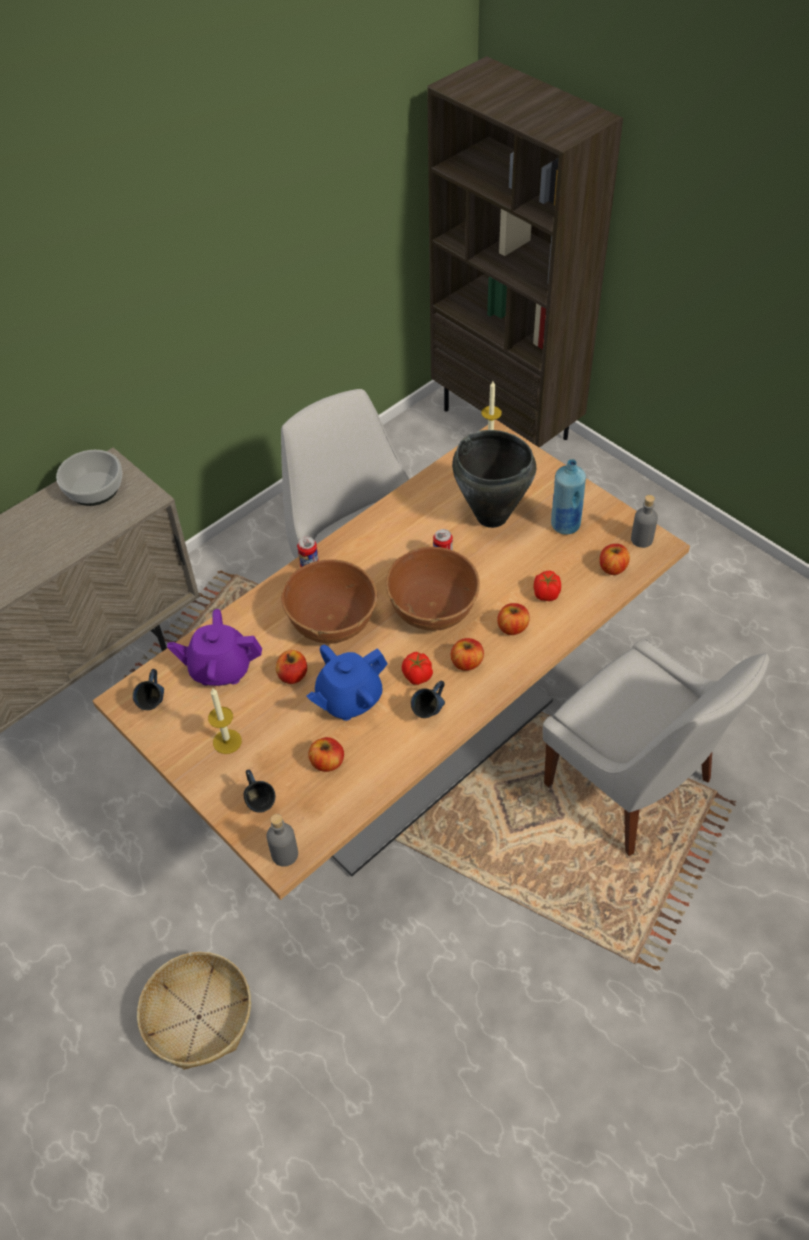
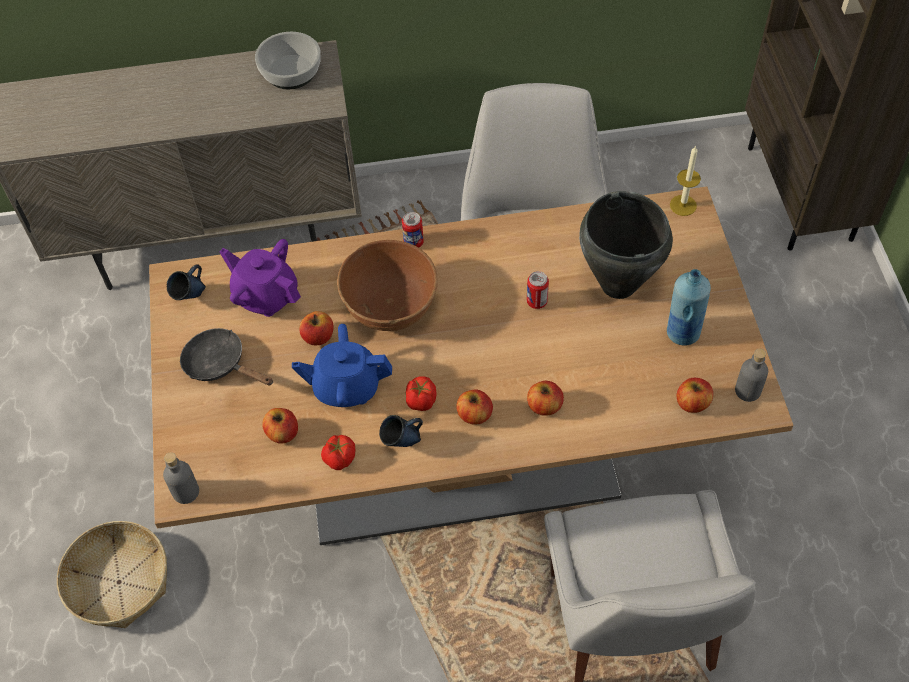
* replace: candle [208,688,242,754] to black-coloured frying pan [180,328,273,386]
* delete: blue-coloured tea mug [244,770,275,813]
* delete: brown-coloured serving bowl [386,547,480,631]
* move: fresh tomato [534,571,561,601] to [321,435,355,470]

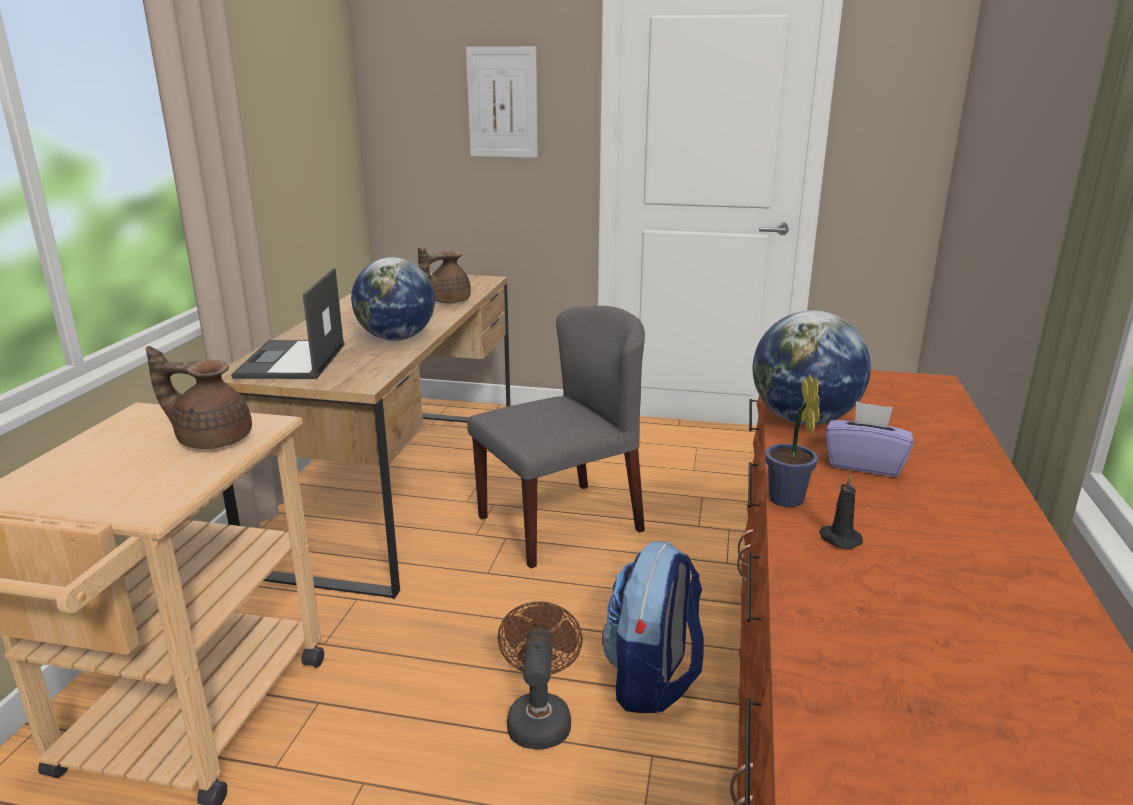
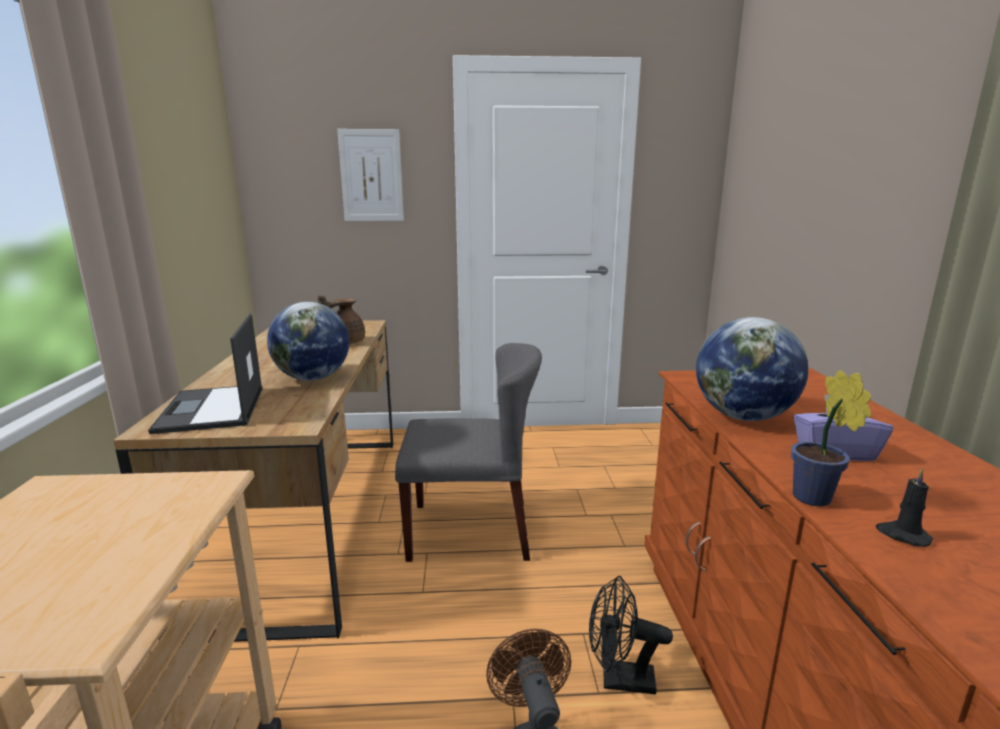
* delete: brown-coloured teapot [146,346,252,449]
* rotate: gray chair [467,306,645,569] = [395,343,542,562] 45 degrees clockwise
* replace: backpack [602,542,704,713] to black-coloured fan [589,576,673,695]

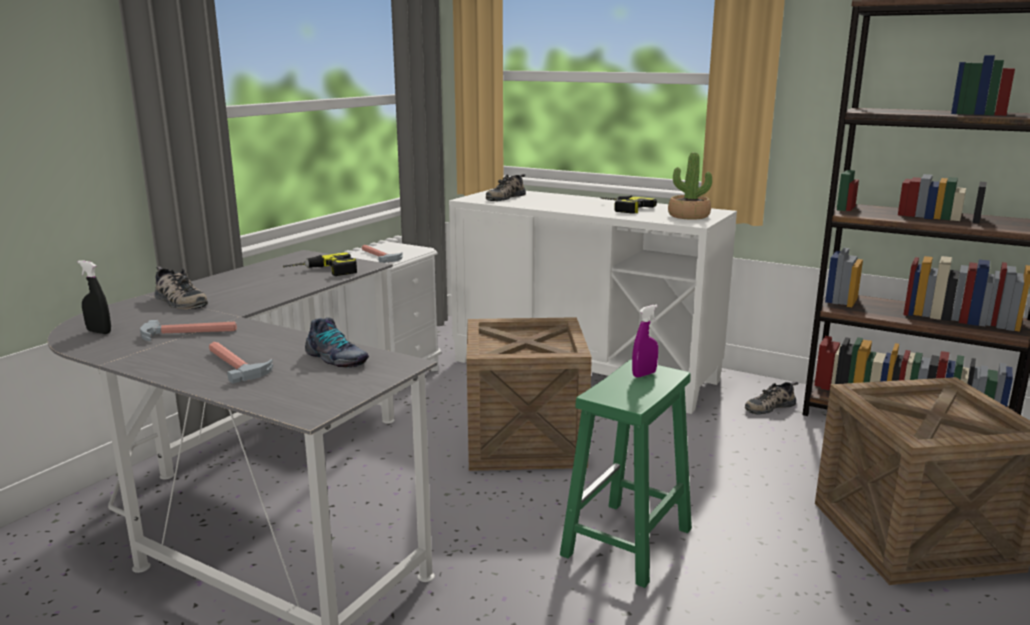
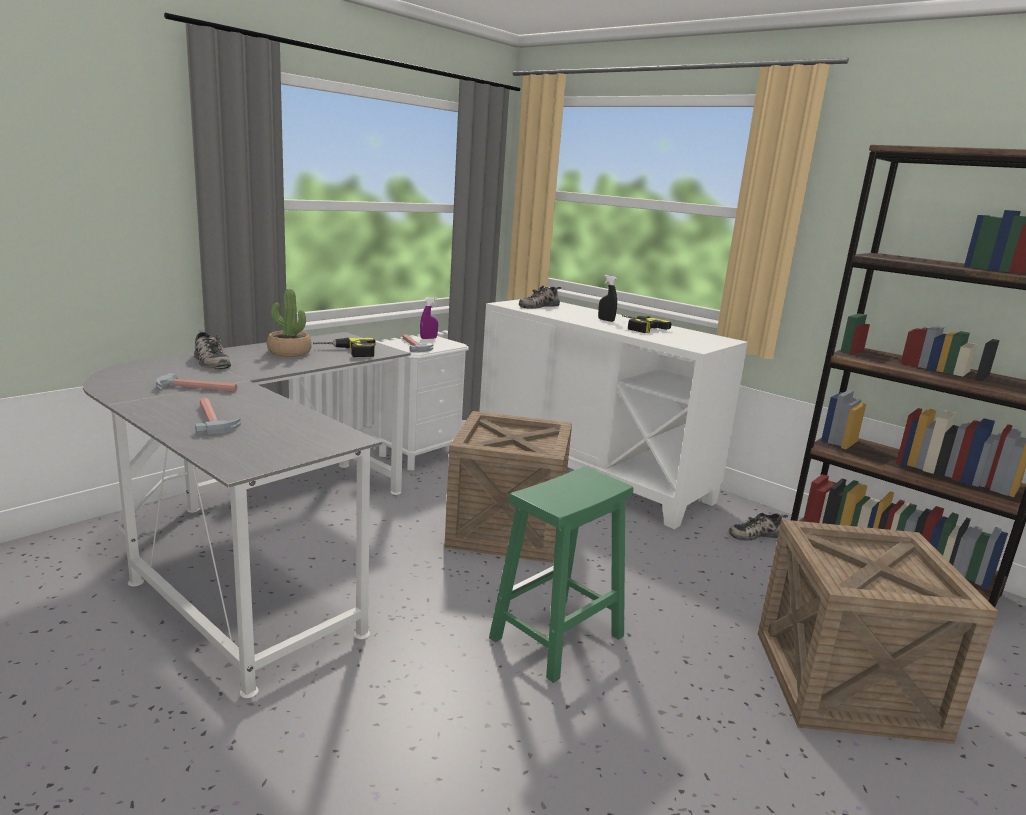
* move: black-coloured hand sprayer [78,260,111,334] to [598,275,617,322]
* delete: item of footwear [305,318,369,368]
* move: purple hand sprayer [632,305,658,377] to [420,297,438,339]
* move: houseplant [668,152,712,220] to [267,289,312,357]

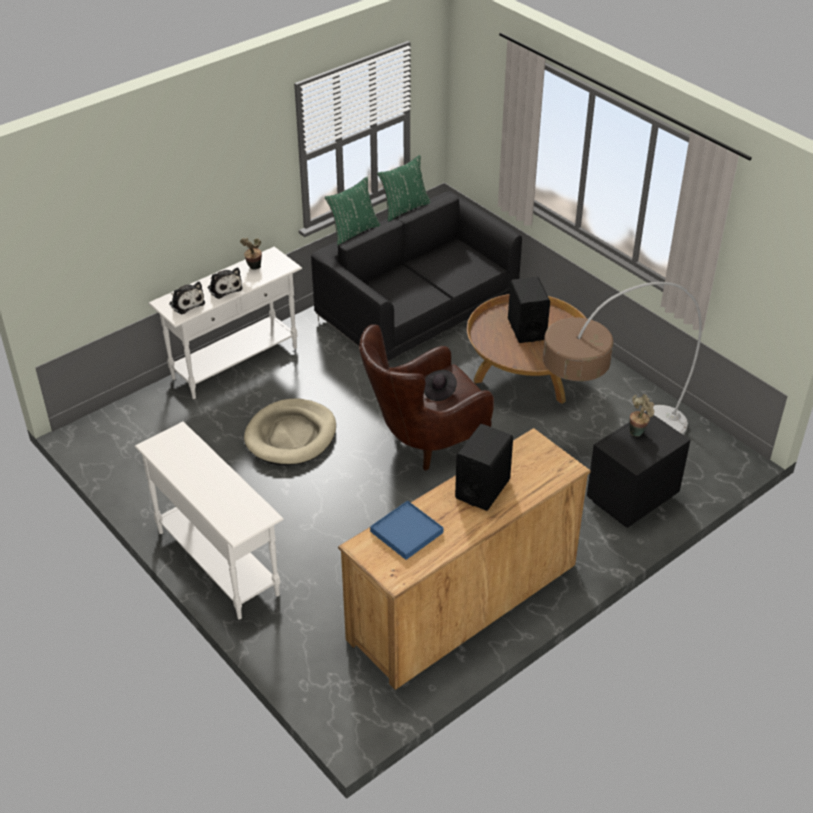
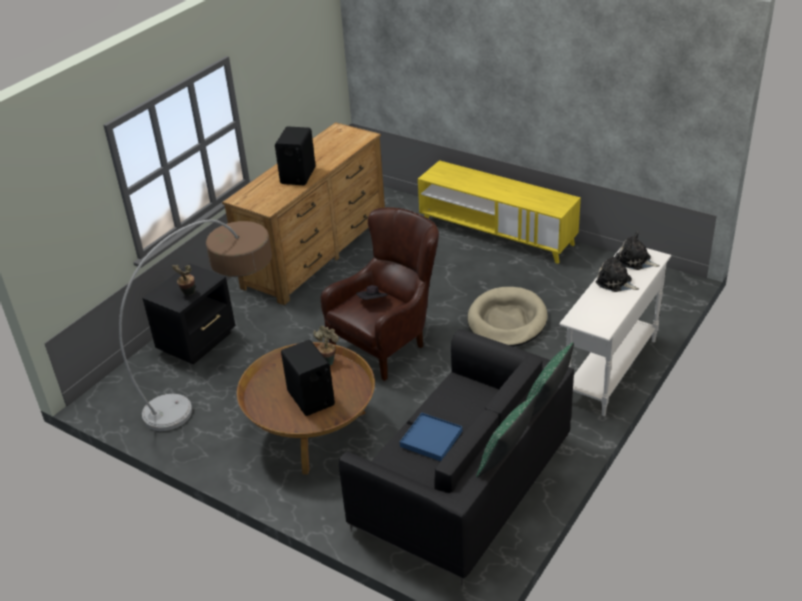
* replace: whitish hall table [135,421,284,620] to yellowish tv stand [418,160,581,264]
* move: houseplant [240,238,262,270] to [313,326,339,365]
* move: blue-coloured tray [370,500,443,560] to [400,413,462,461]

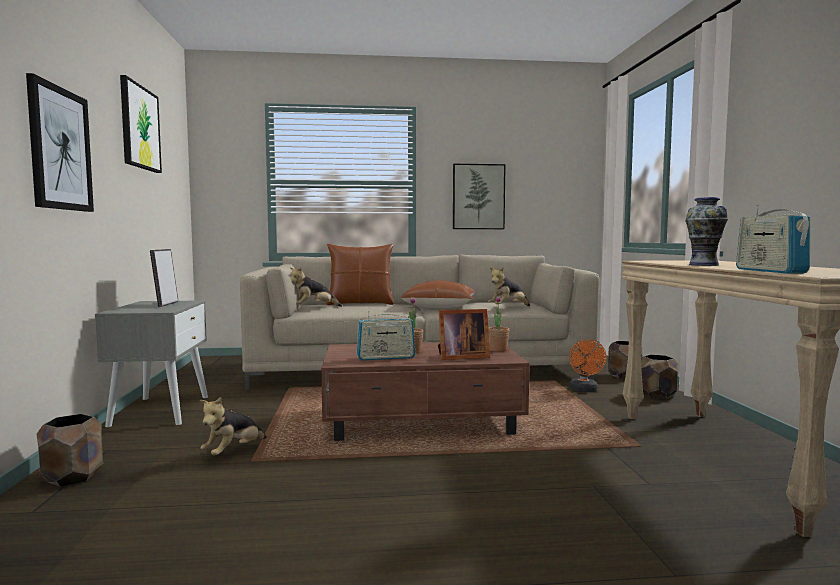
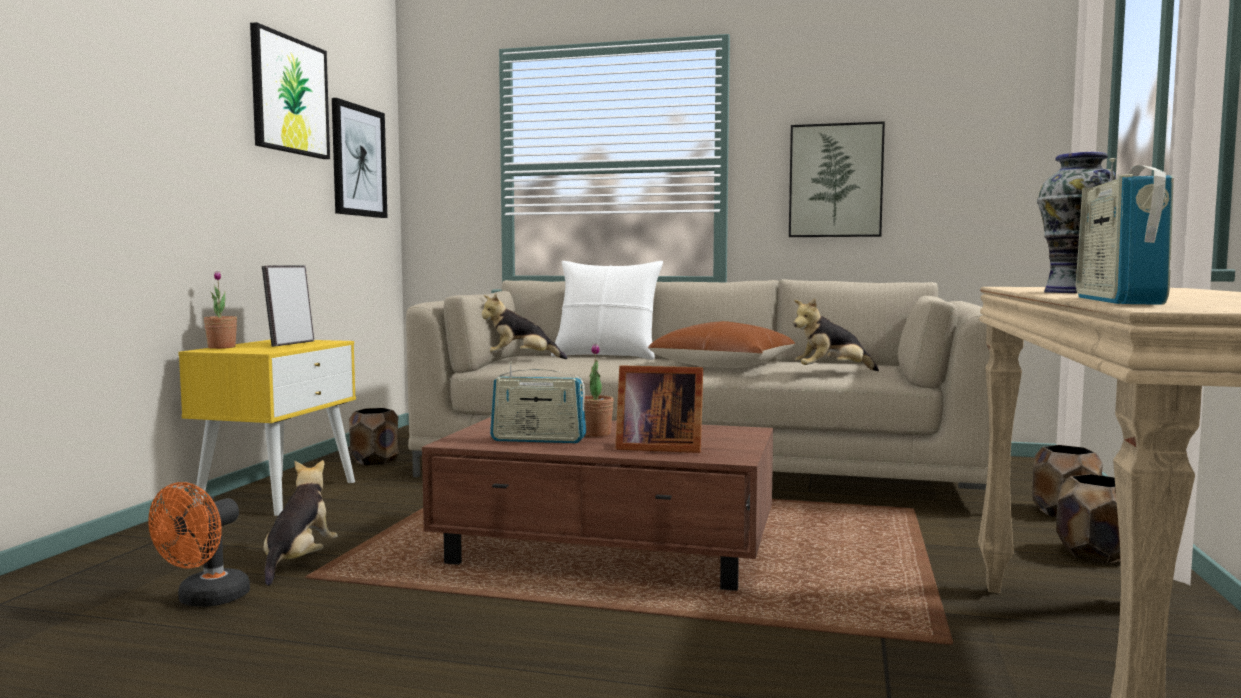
* move: picture [26,73,94,212] to [332,98,387,218]
* move: brown-coloured plant pot [36,414,103,487] to [349,408,399,465]
* recolor: gray nightstand [95,300,208,427] to yellowish nightstand [178,340,356,516]
* rotate: soft toy [200,397,267,456] = [264,460,338,586] 135 degrees clockwise
* recolor: brown-coloured cushion [326,244,394,305] to whitish cushion [551,261,663,360]
* move: houseplant [489,296,510,352] to [204,271,237,349]
* move: orangey fan [569,339,607,392] to [148,482,250,607]

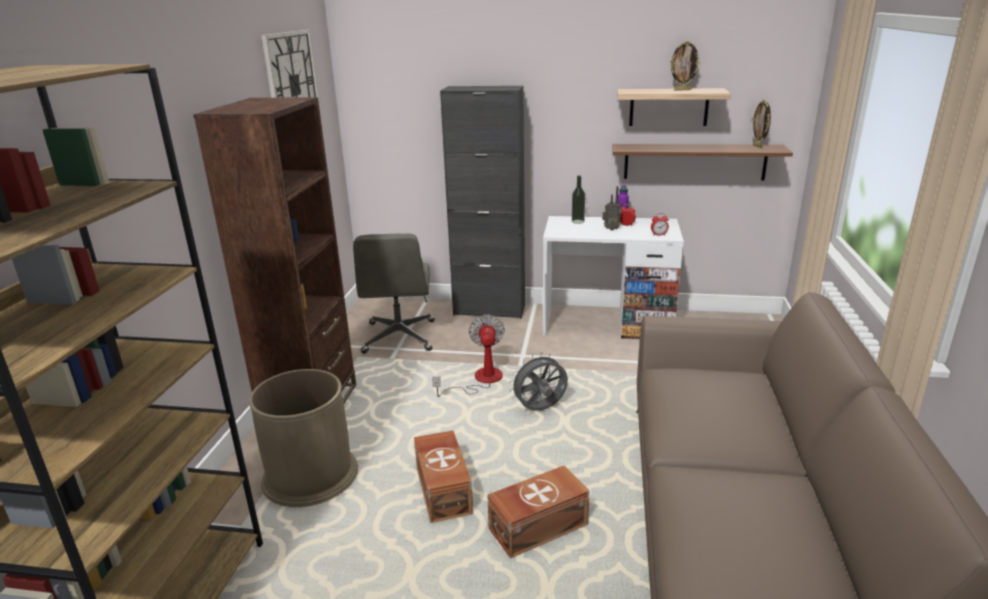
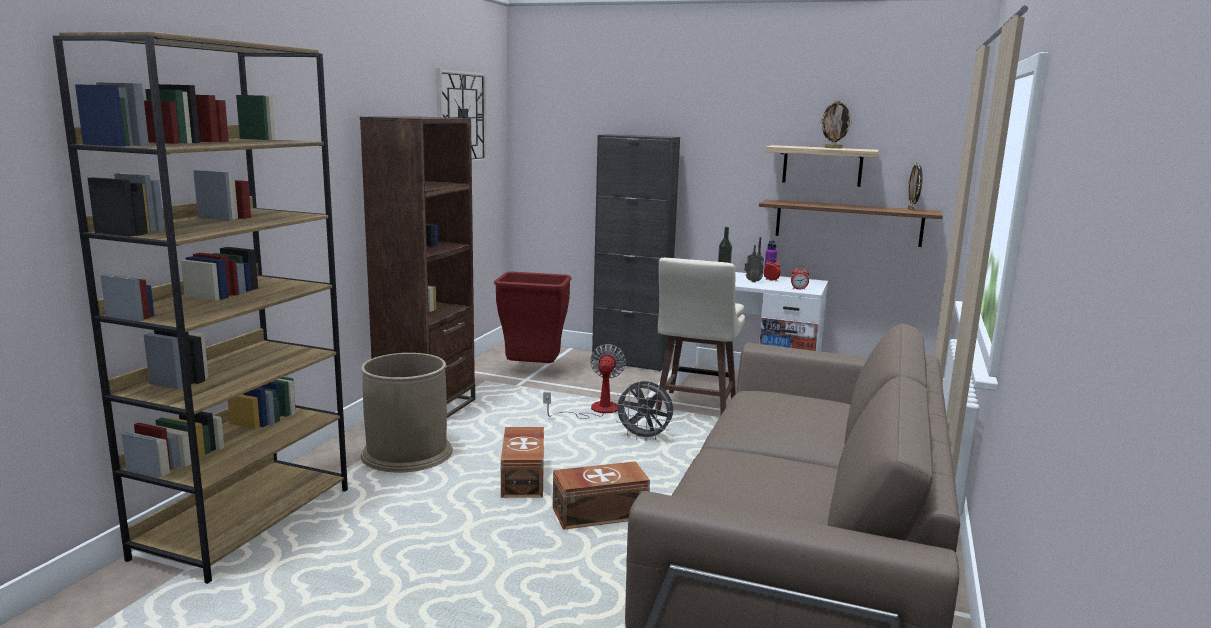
* replace: gray computer chair [353,234,435,354] to red-coloured trash can [494,272,572,363]
* rotate: gray fan [509,352,568,411] = [613,381,674,440] 150 degrees counterclockwise
* insert: beige-coloured stool [655,258,745,414]

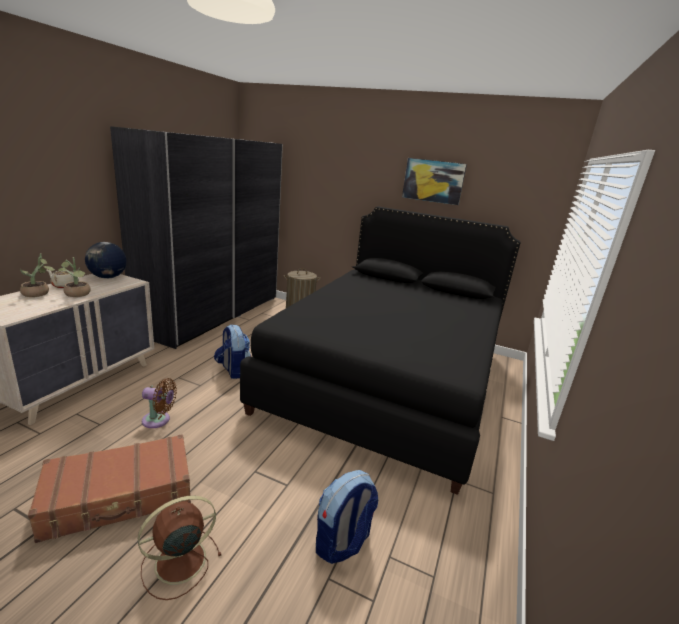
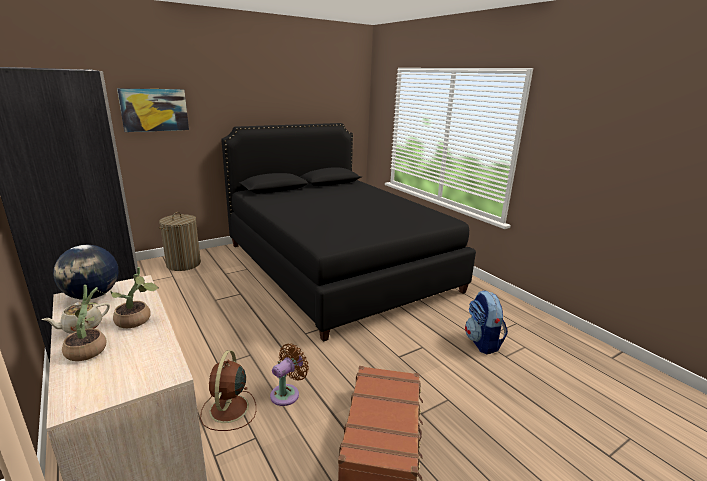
* move: brown-coloured fan [138,496,222,600] to [200,350,256,431]
* delete: backpack [214,324,251,379]
* move: picture [402,158,467,205] to [117,88,189,132]

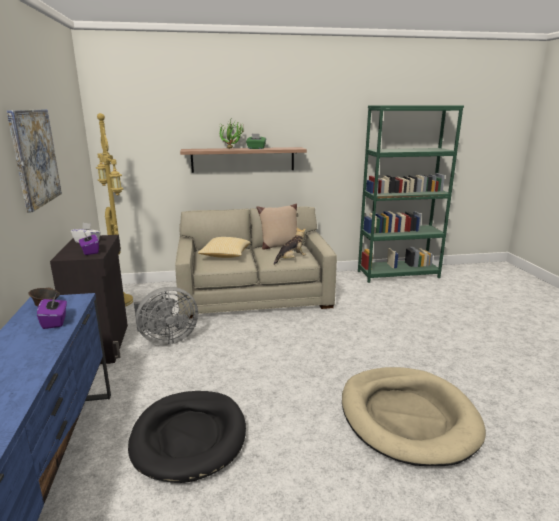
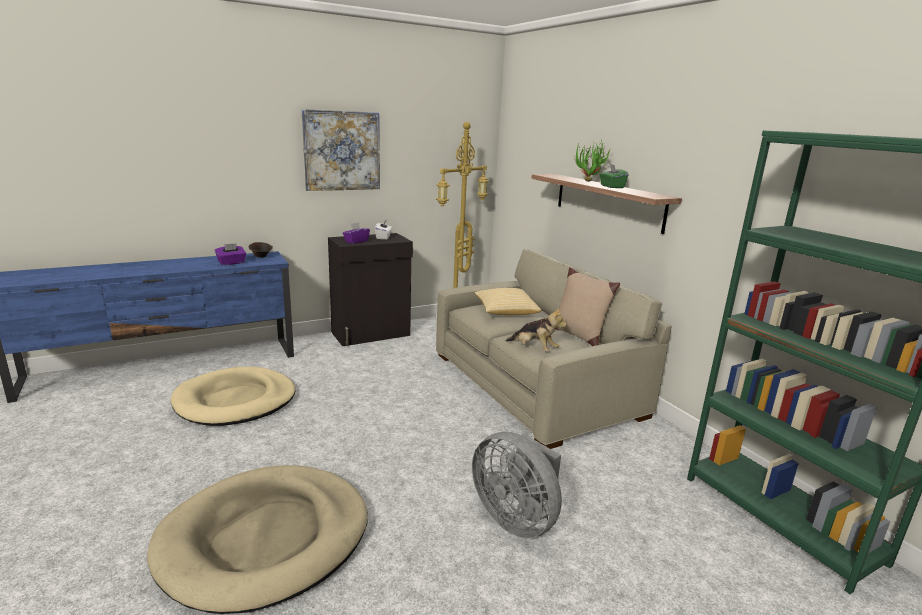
* recolor: black-coloured pet bed [128,391,246,483] to beige-coloured pet bed [171,366,295,426]
* move: gray fan [134,287,198,345] to [472,432,562,539]

